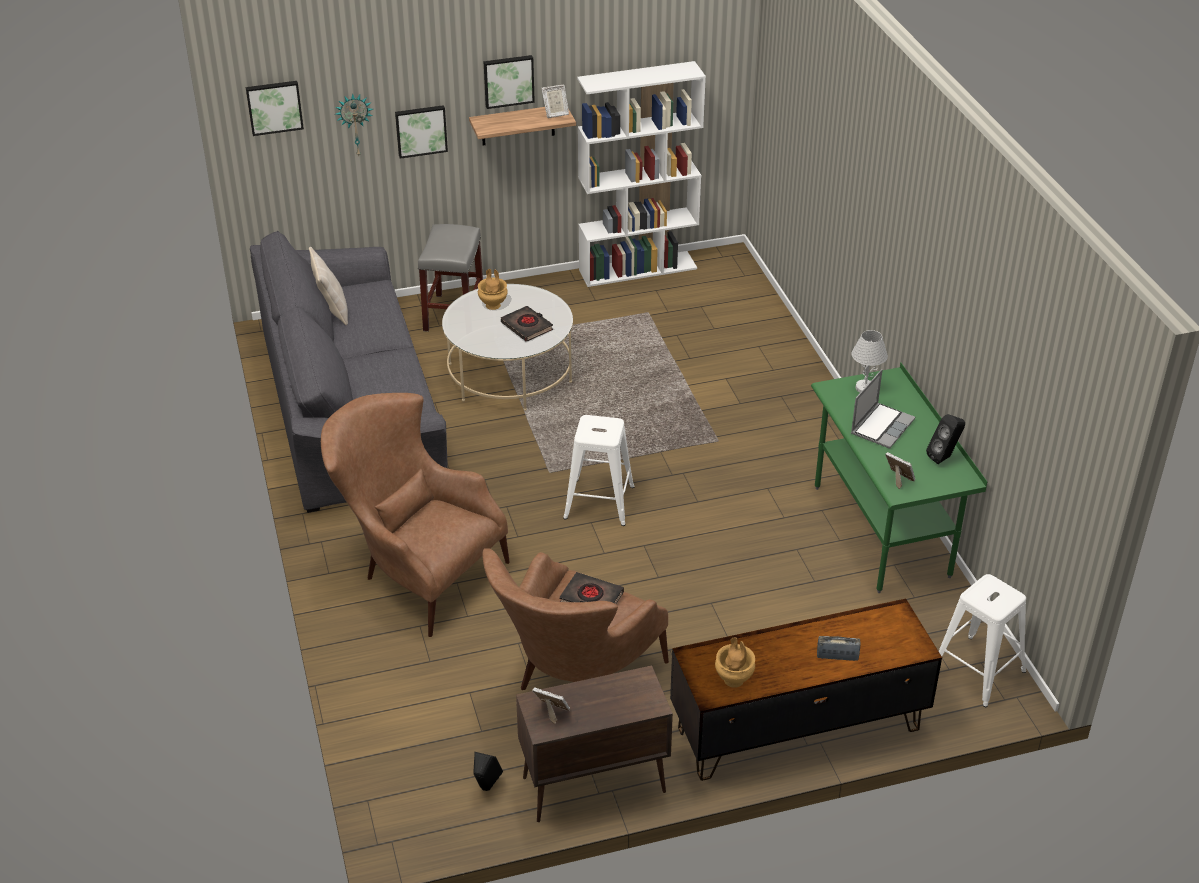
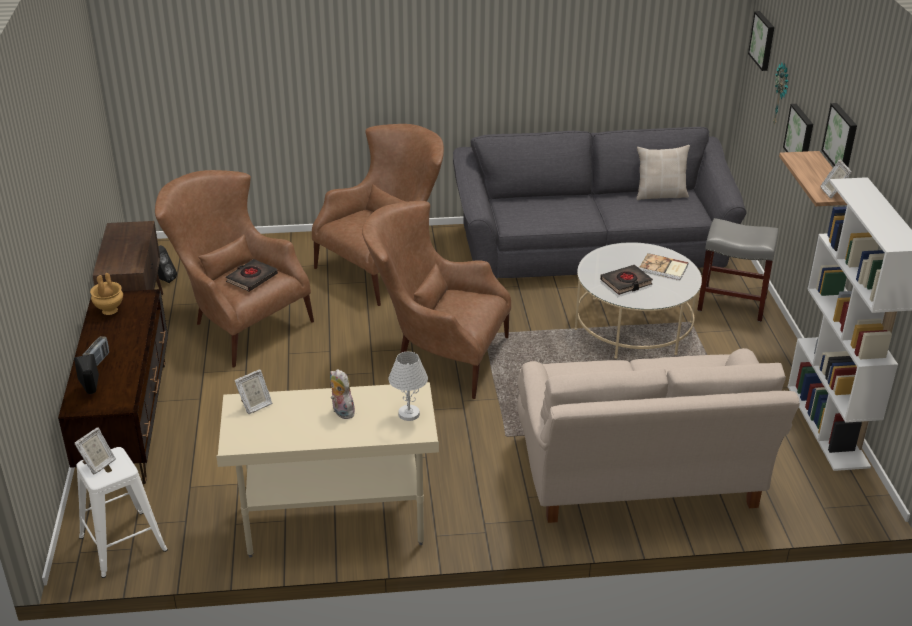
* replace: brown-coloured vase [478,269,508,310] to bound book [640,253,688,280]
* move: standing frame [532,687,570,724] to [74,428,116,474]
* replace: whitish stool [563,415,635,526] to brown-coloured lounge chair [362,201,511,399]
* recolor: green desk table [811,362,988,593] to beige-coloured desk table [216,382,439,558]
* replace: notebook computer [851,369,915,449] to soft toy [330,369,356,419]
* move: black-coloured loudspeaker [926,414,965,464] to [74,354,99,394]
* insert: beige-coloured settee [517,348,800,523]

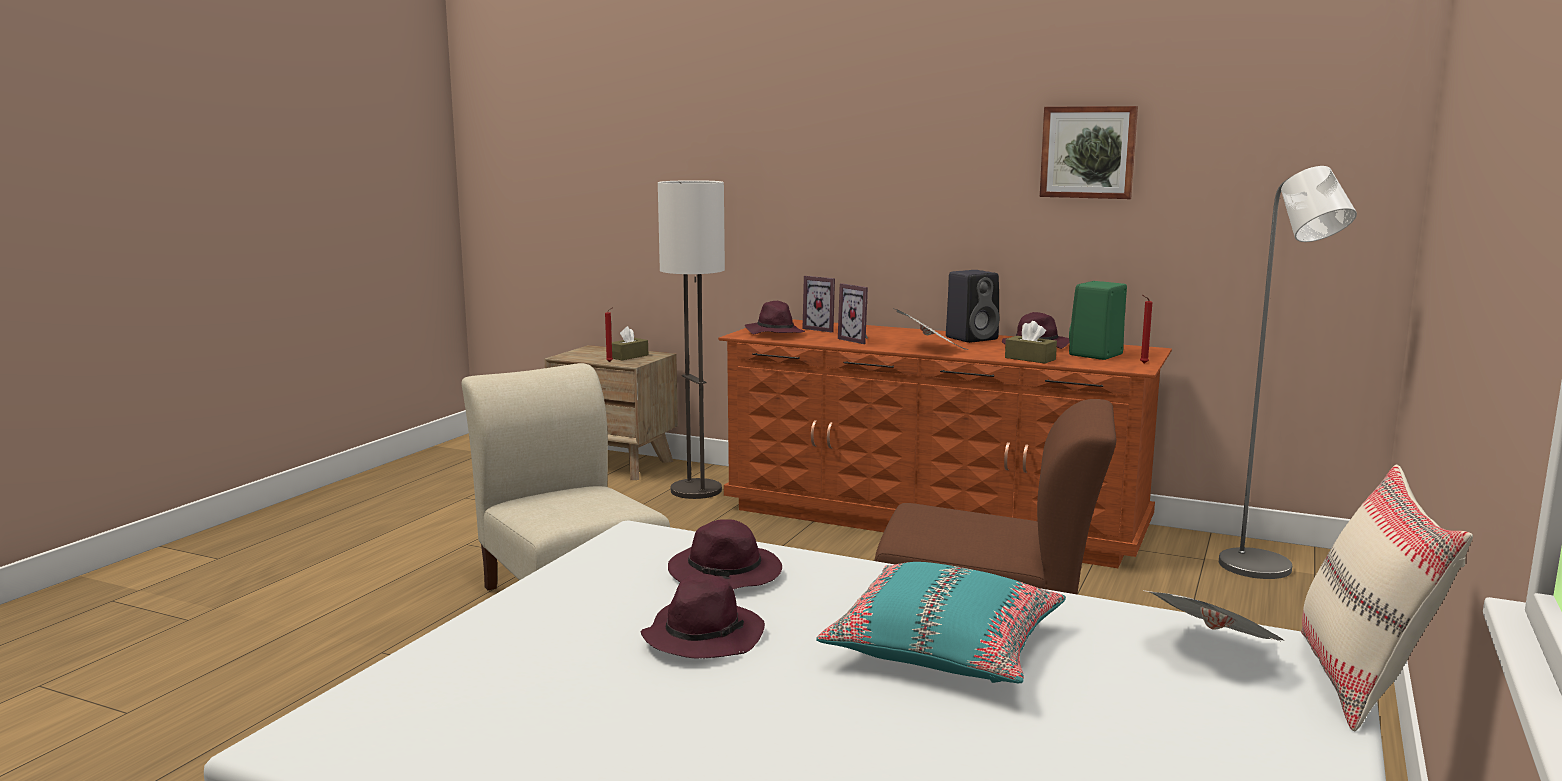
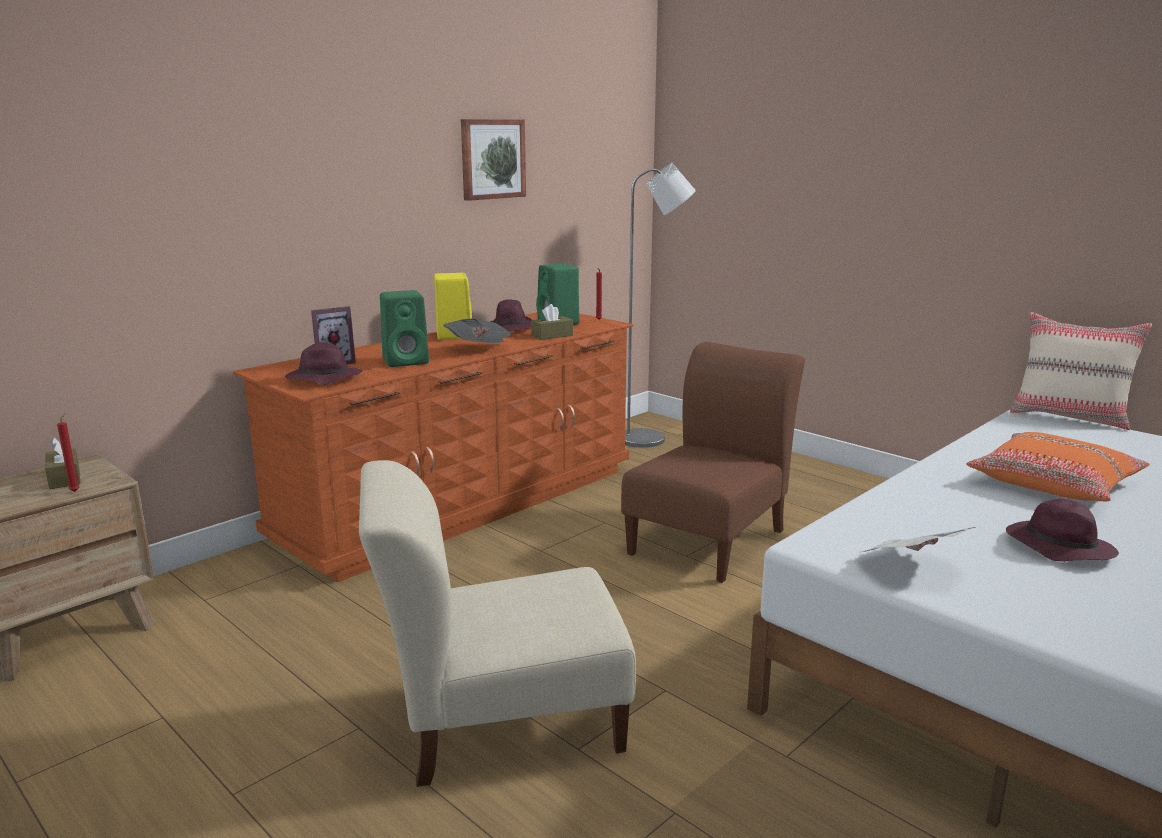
* delete: floor lamp [658,180,725,499]
* delete: purple wearable hat [668,519,782,589]
* recolor: turquoise cushion [816,562,1066,683] to orangey cushion [966,432,1150,501]
* replace: standing frame [838,283,868,344] to green loudspeaker [380,290,429,367]
* recolor: black-coloured loudspeaker [946,270,1000,343] to yellowish loudspeaker [434,273,472,340]
* move: printed paper [1143,590,1283,642] to [856,527,976,553]

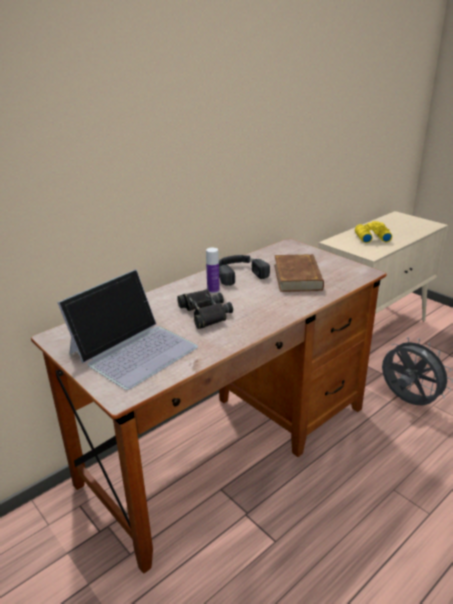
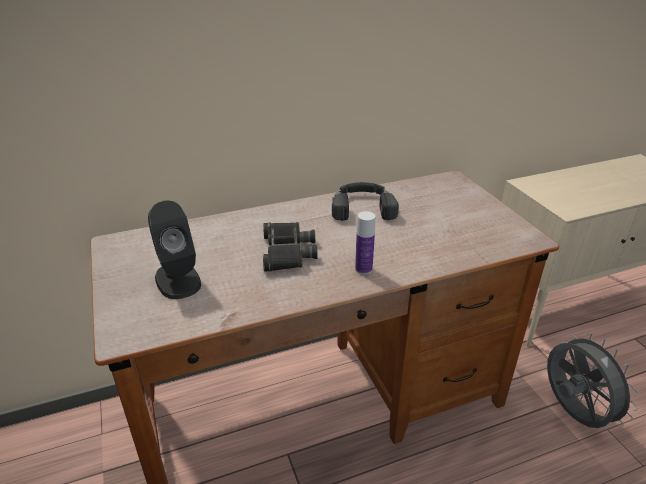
* replace: notebook computer [57,269,198,390] to black-coloured loudspeaker [148,200,201,299]
* move: beverage bottle [206,248,220,294] to [355,211,375,275]
* delete: brown-coloured bound book [274,254,324,292]
* delete: yellowish field glasses [355,221,392,243]

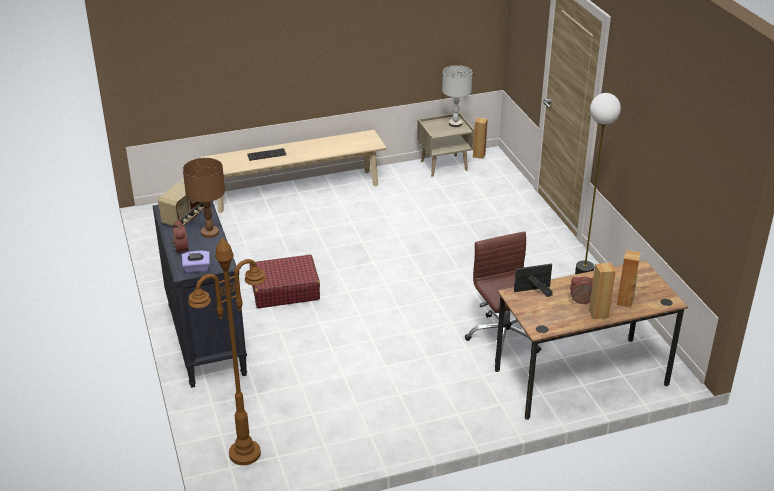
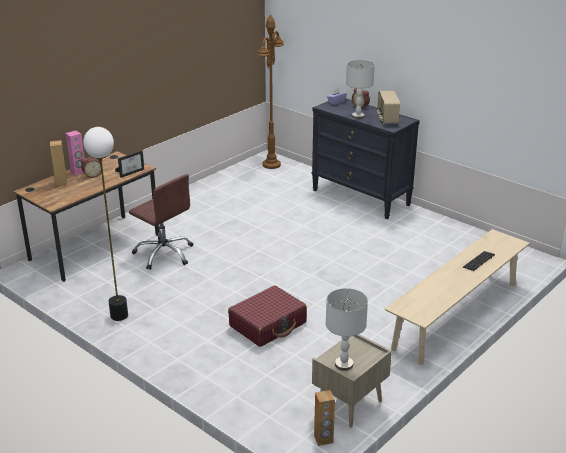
* recolor: brown-coloured tabletop lamp [183,158,225,238] to gray tabletop lamp [346,60,375,119]
* move: red-coloured travel case [250,255,320,308] to [228,285,307,347]
* recolor: brown-coloured loudspeaker [589,263,616,319] to pink-coloured loudspeaker [65,131,84,175]

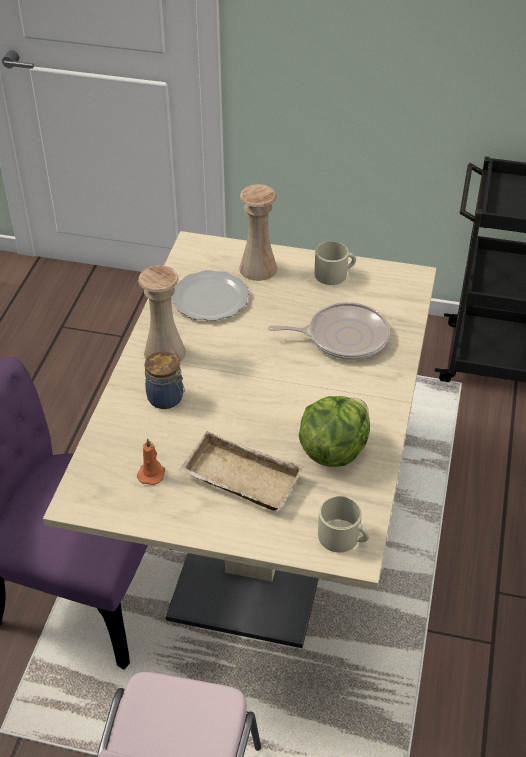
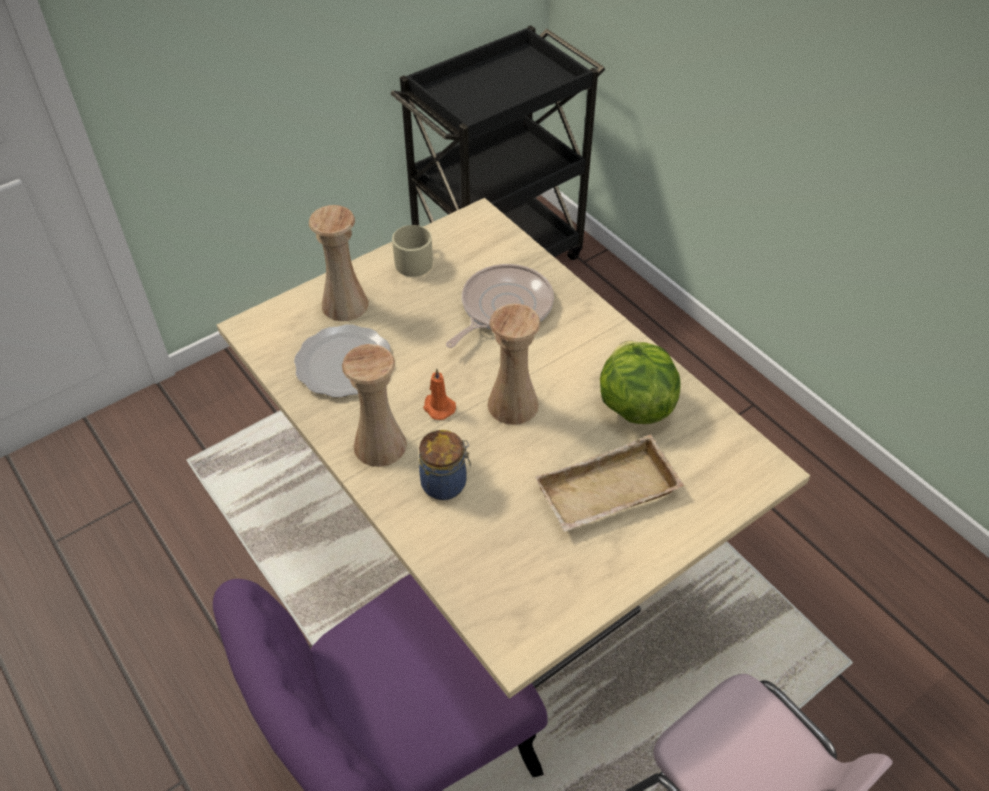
* move: orangey candle [137,438,165,485] to [423,368,456,420]
* delete: beige-coloured tea mug [318,496,369,553]
* insert: beige-coloured vase [488,303,540,425]

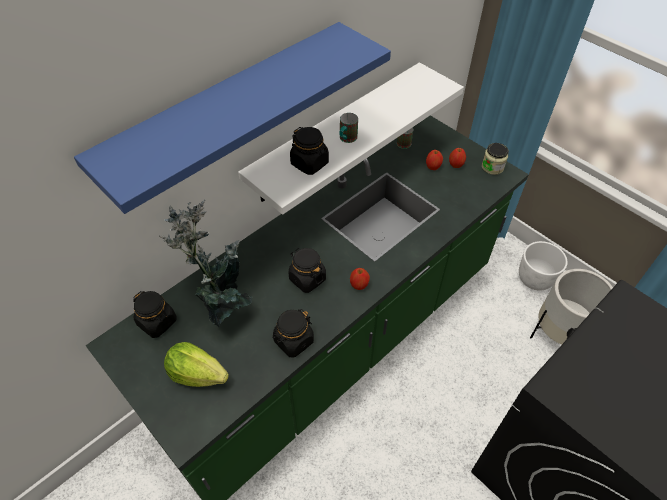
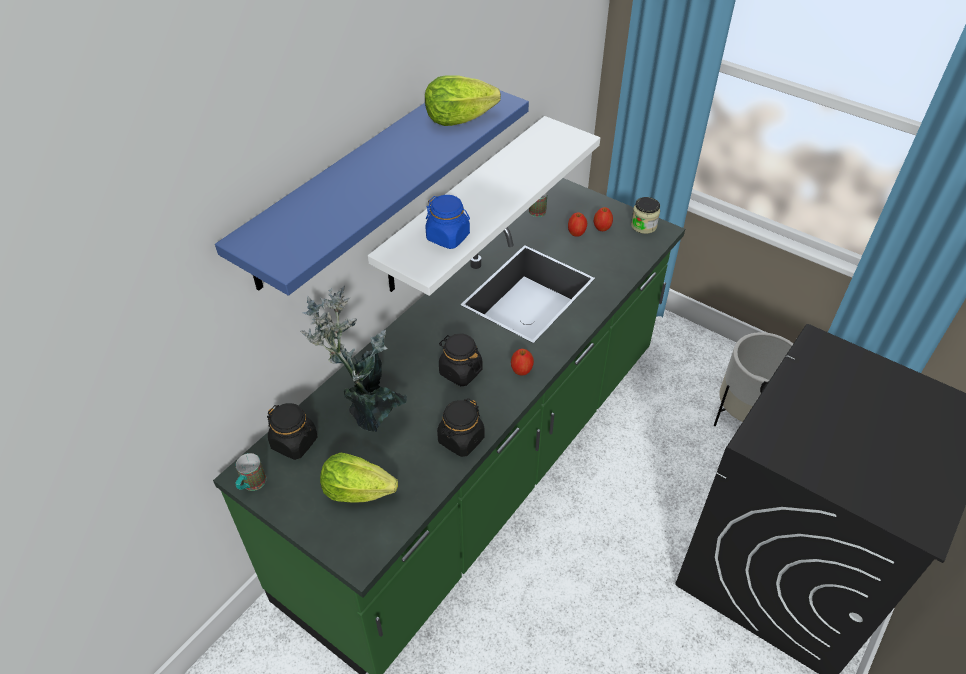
* recolor: black-coloured preserve jar [290,127,329,175] to blue-coloured preserve jar [425,195,470,249]
* move: tea mug [339,113,358,143] to [235,453,266,491]
* delete: whitish plant pot [519,241,568,291]
* insert: head of lettuce [425,75,501,126]

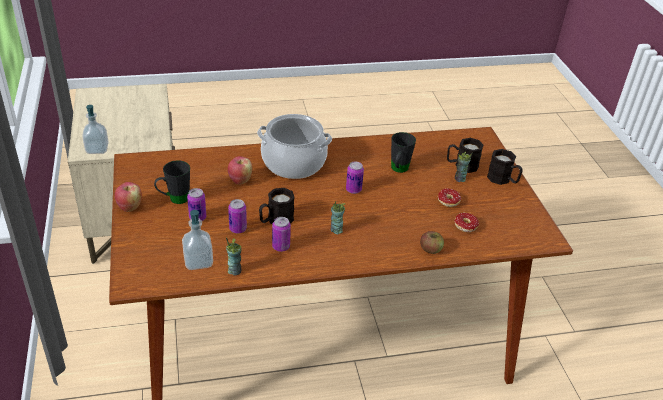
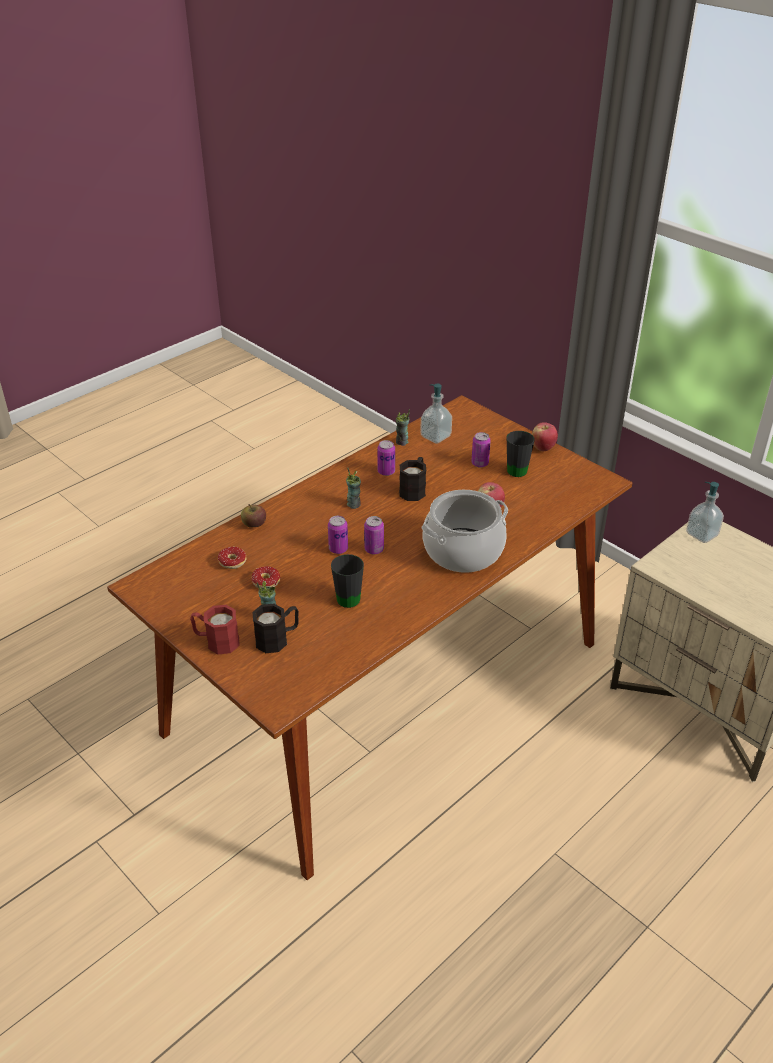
* move: metal can [228,199,247,234] to [328,516,348,554]
* recolor: black-coloured tea mug [487,149,523,185] to red-coloured tea mug [190,605,240,654]

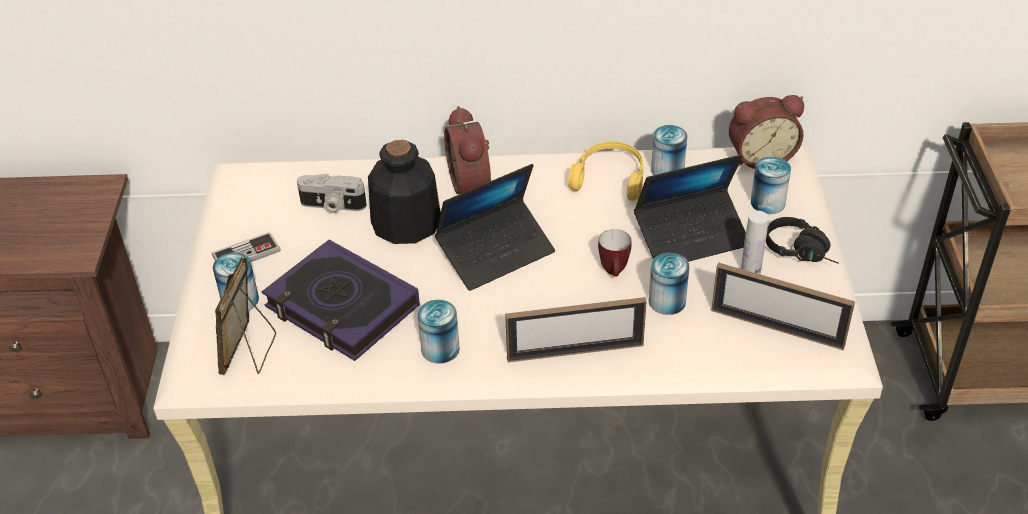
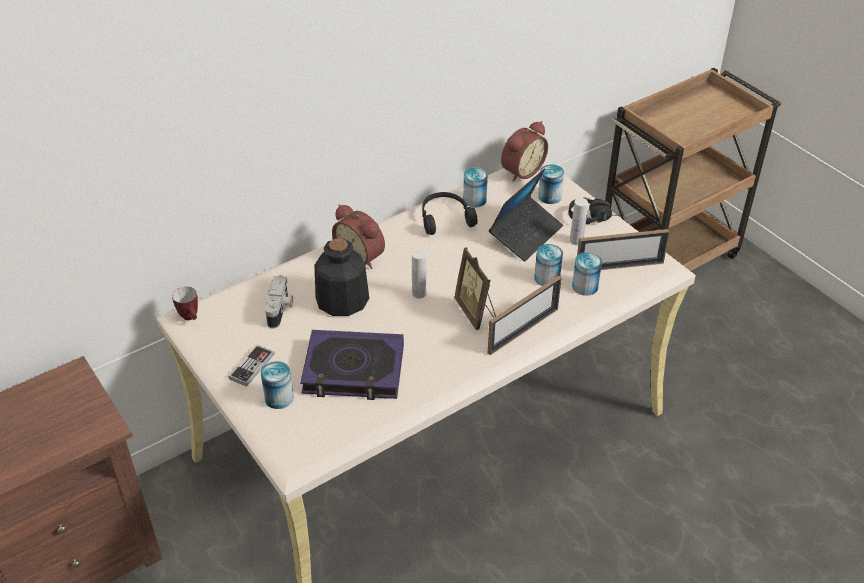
* move: standing frame [215,257,276,375] to [454,247,496,330]
* rotate: still camera [297,174,367,213] = [265,275,293,329] 60 degrees counterclockwise
* move: metal can [417,300,460,364] to [572,252,602,296]
* replace: notebook computer [435,164,555,291] to whitish beverage bottle [412,250,427,298]
* recolor: yellowish headphones [568,141,643,201] to black-coloured headphones [422,192,477,235]
* move: tea mug [598,229,632,276] to [172,287,198,320]

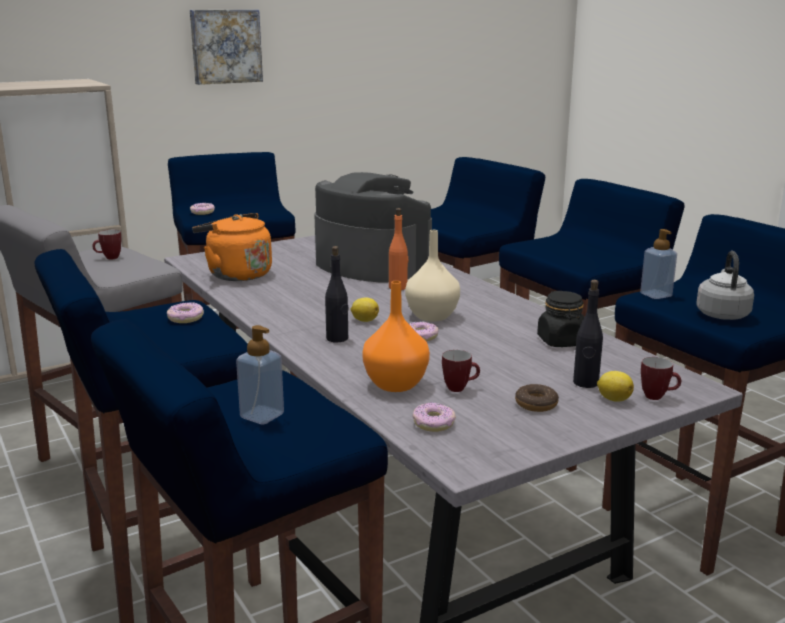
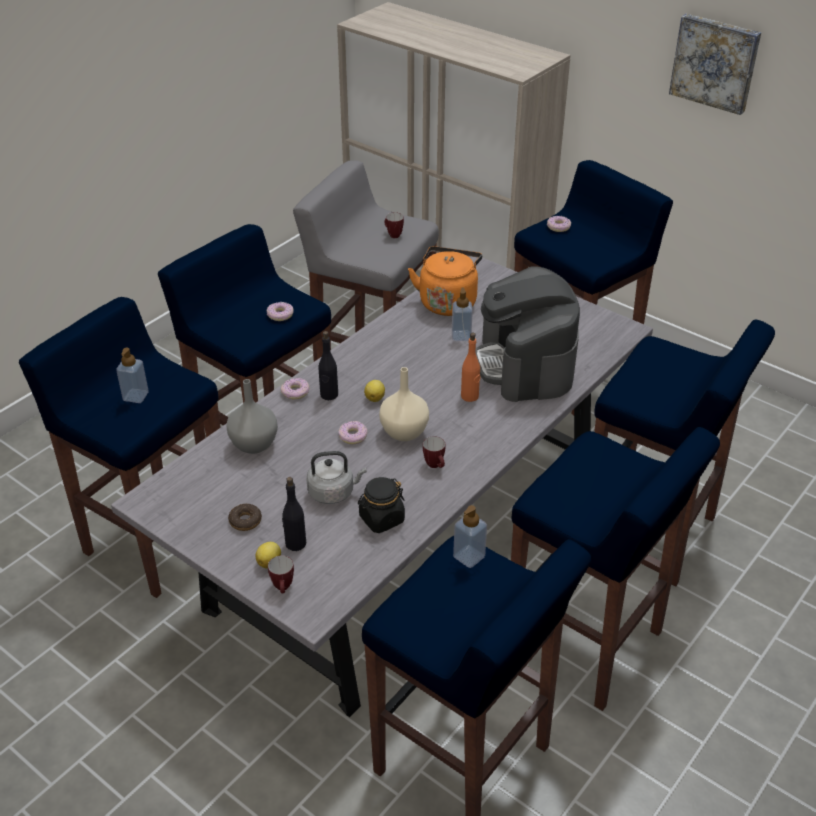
* rotate: coffee machine [314,172,432,283] = [476,266,580,402] 150 degrees clockwise
* recolor: orangey vase [362,281,430,392] to gray vase [227,379,278,454]
* move: ring doughnut [412,402,456,432] to [281,378,309,399]
* move: tea mug [442,350,480,392] to [423,436,445,468]
* move: gray tea kettle [696,251,754,320] to [307,451,367,504]
* insert: soap bottle [452,288,473,341]

